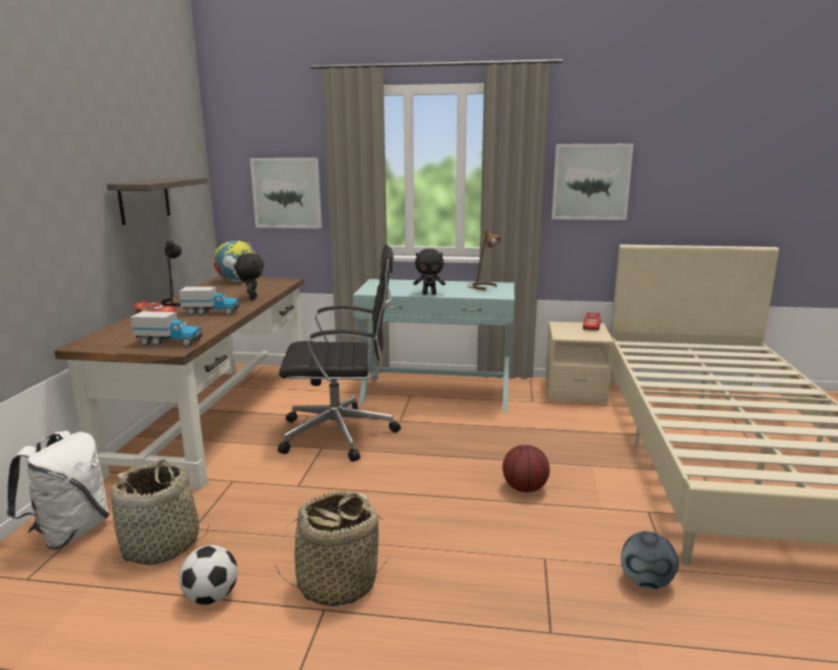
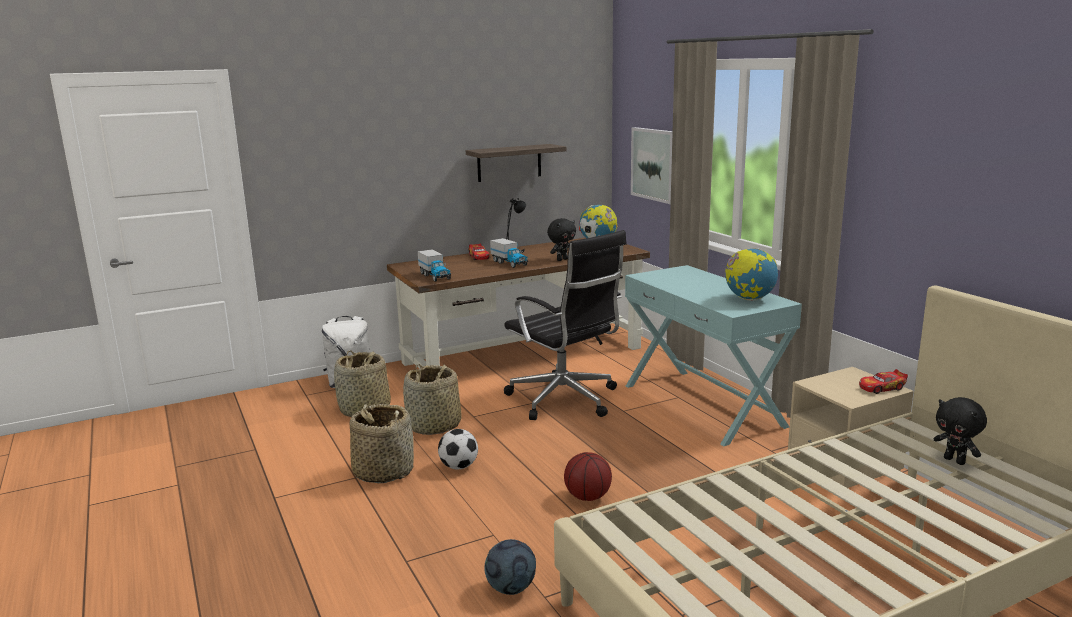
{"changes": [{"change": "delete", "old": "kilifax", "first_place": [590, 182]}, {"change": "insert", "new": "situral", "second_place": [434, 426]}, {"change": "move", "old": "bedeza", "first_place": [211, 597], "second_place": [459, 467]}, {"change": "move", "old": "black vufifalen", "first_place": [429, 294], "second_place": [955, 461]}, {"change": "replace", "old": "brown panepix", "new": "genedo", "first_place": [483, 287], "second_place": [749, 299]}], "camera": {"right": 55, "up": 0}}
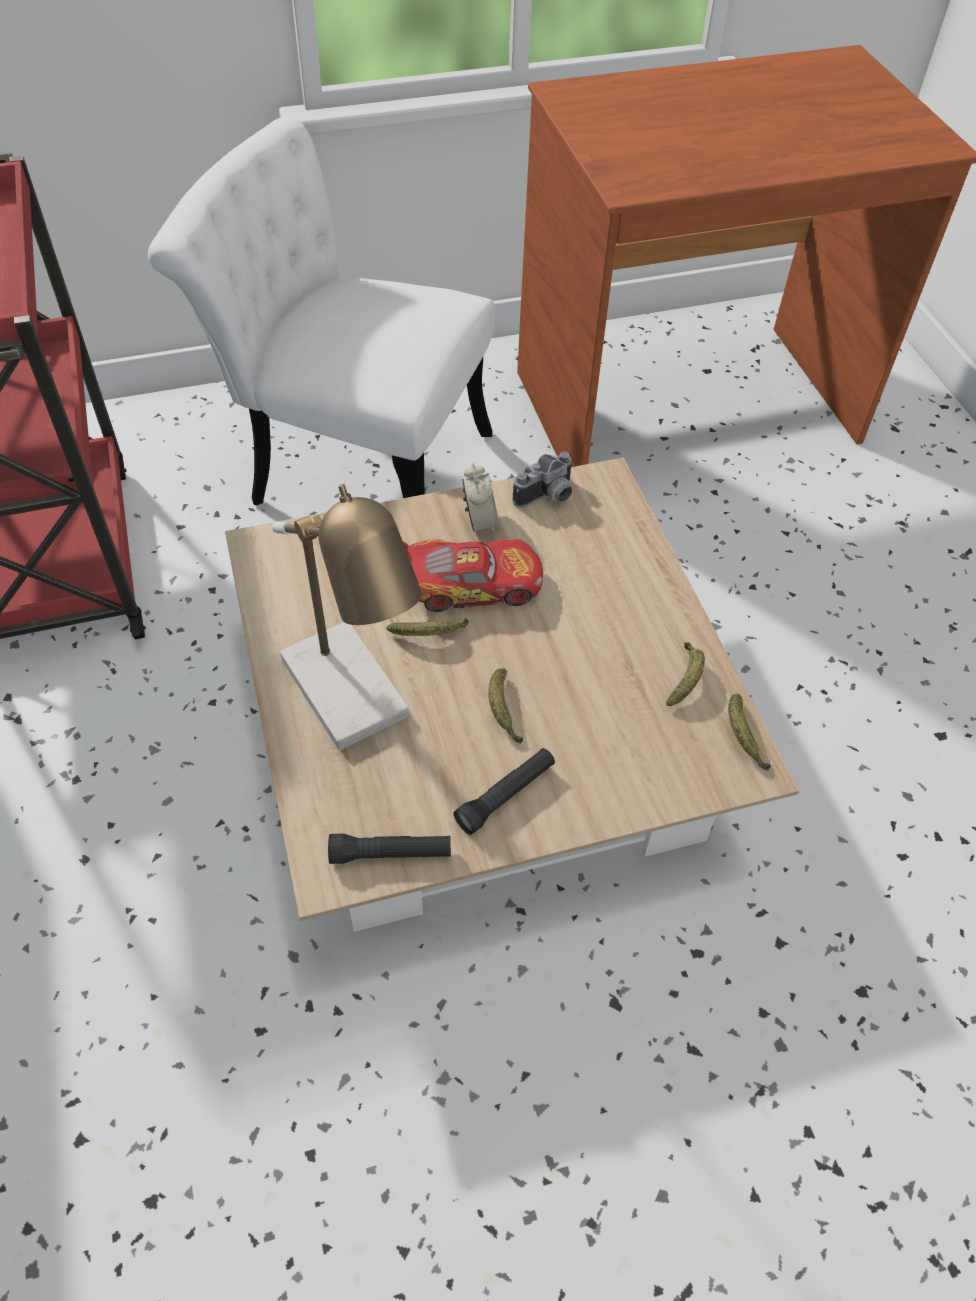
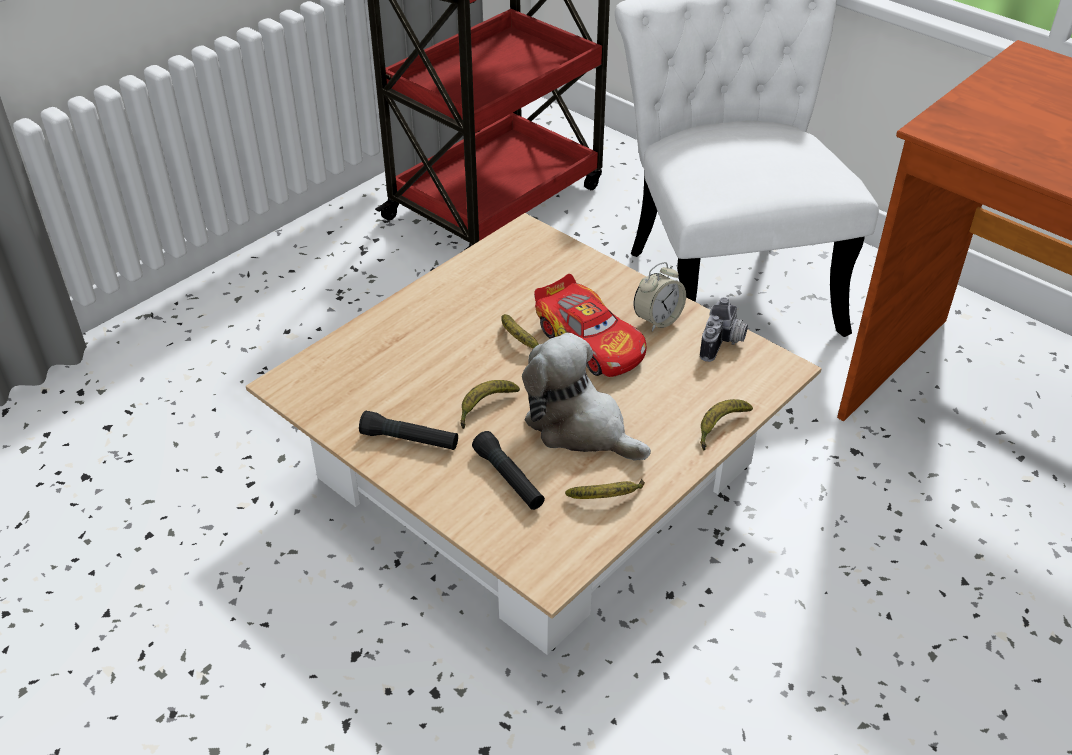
{"changes": [{"change": "delete", "old": "panepix", "first_place": [356, 701]}, {"change": "insert", "new": "vufifalen", "second_place": [580, 427]}, {"change": "move", "old": "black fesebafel", "first_place": [391, 854], "second_place": [509, 479]}, {"change": "move", "old": "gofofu", "first_place": [742, 736], "second_place": [720, 427]}, {"change": "rotate", "old": "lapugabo", "first_place": [547, 497], "second_place": [724, 343], "degrees": -90}], "camera": {"right": 60, "up": -10}}
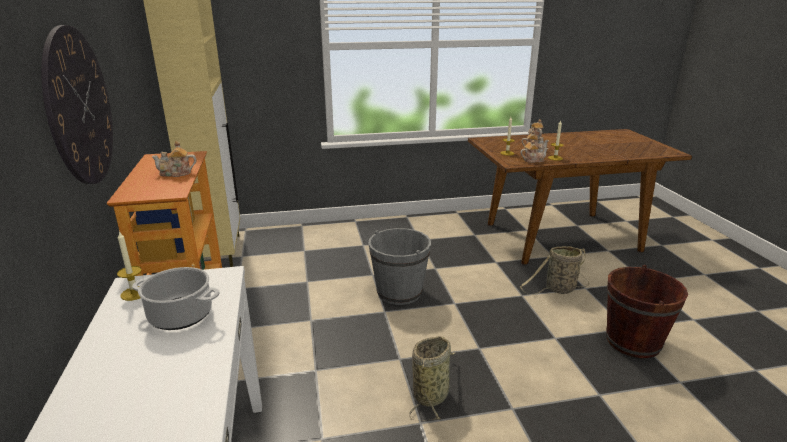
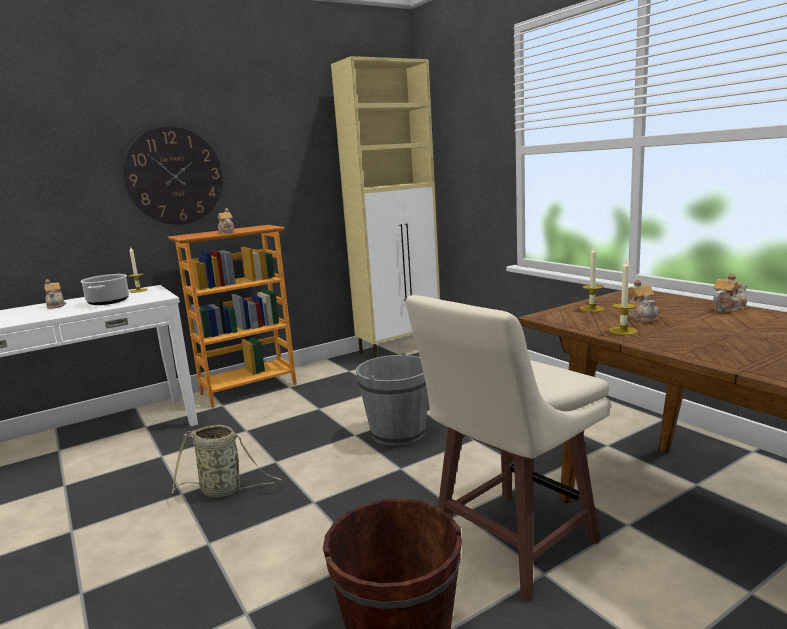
{"changes": [{"change": "move", "old": "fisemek", "first_place": [533, 160], "second_place": [56, 305]}, {"change": "replace", "old": "situral", "new": "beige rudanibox", "first_place": [558, 289], "second_place": [511, 544]}], "camera": {"right": 70, "up": -10}}
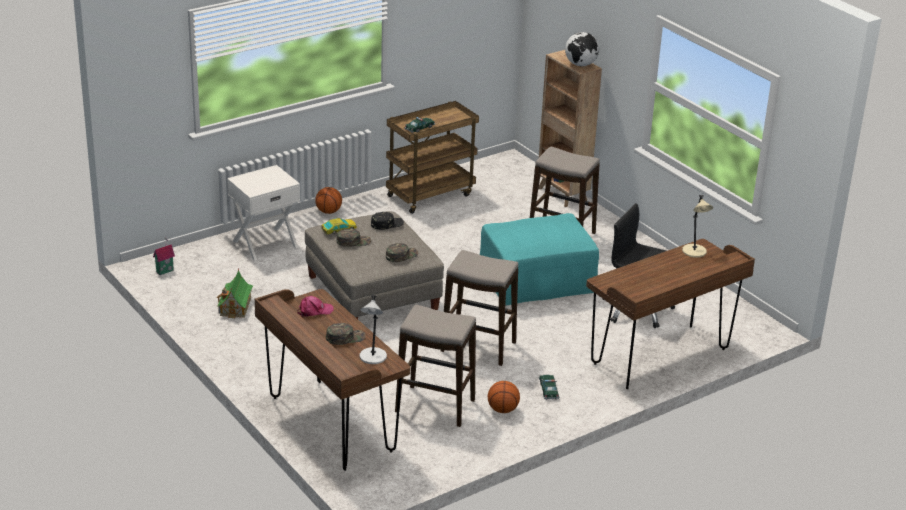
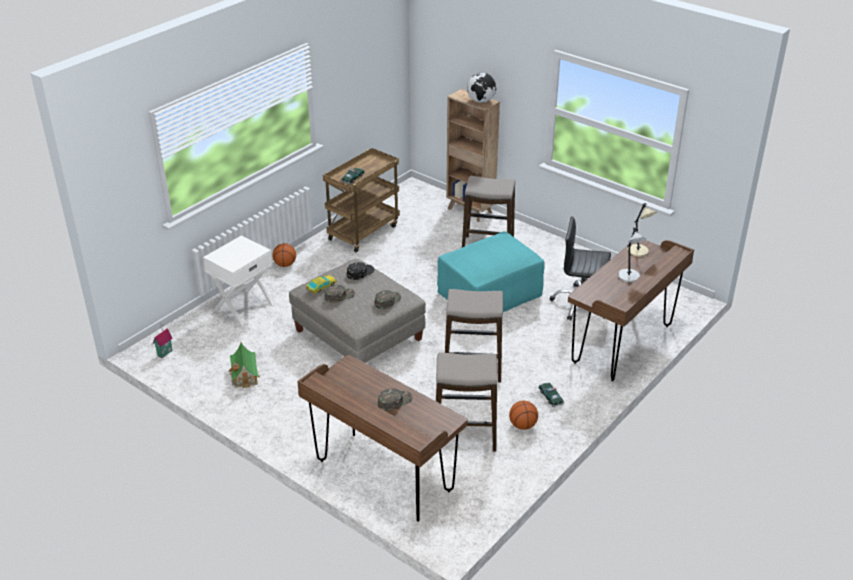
{"changes": [{"change": "delete", "old": "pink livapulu", "first_place": [314, 311]}, {"change": "move", "old": "grey panepix", "first_place": [373, 357], "second_place": [629, 276]}], "camera": {"right": -15, "up": 5}}
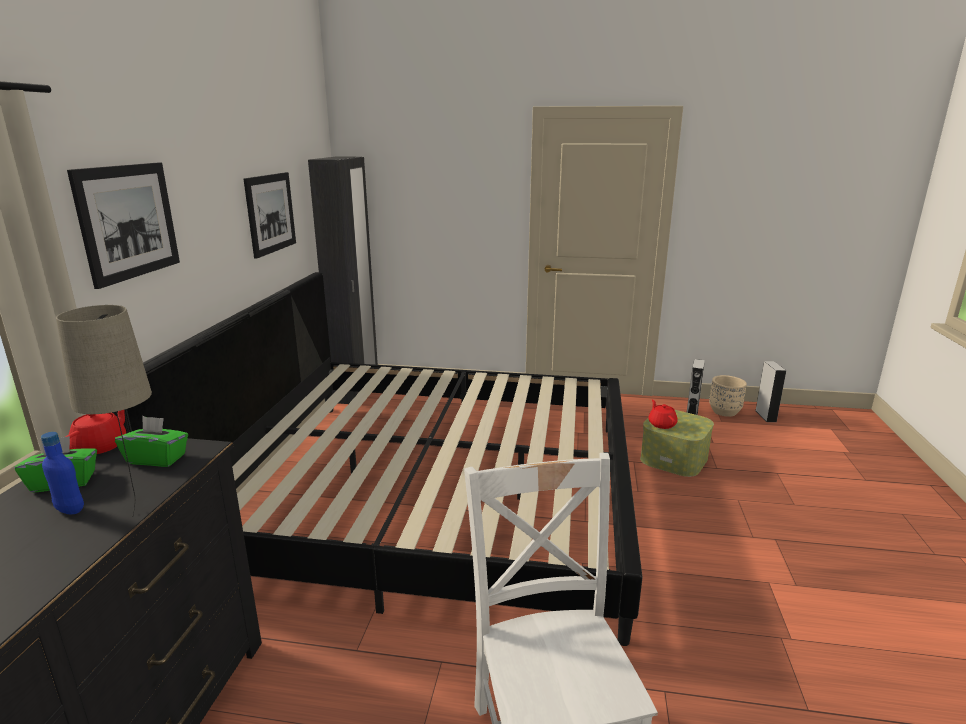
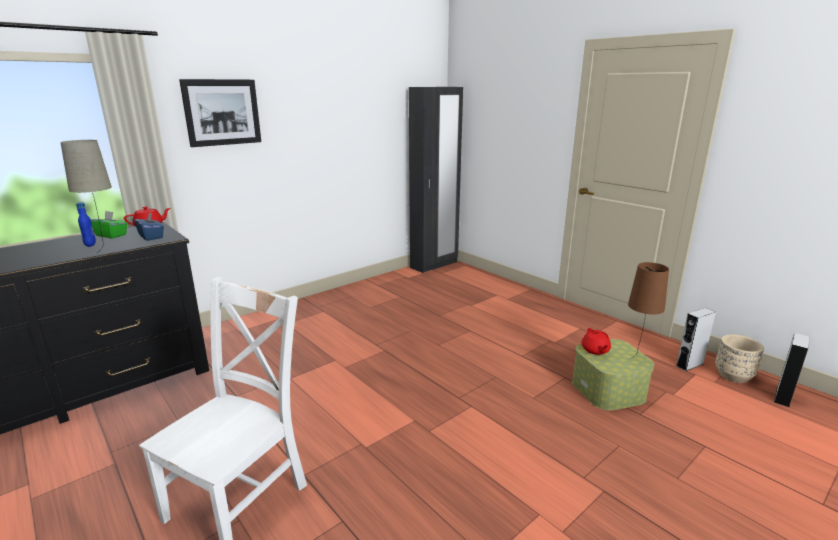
{"changes": [{"change": "delete", "old": "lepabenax", "first_place": [432, 492]}, {"change": "delete", "old": "kilifax", "first_place": [270, 213]}, {"change": "insert", "new": "brown panepix", "second_place": [636, 359]}, {"change": "recolor", "old": "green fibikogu", "new": "blue fibikogu", "first_place": [157, 458], "second_place": [151, 237]}, {"change": "rotate", "old": "red fisemek", "first_place": [661, 424], "second_place": [595, 350], "degrees": 150}], "camera": {"right": 40, "up": 0}}
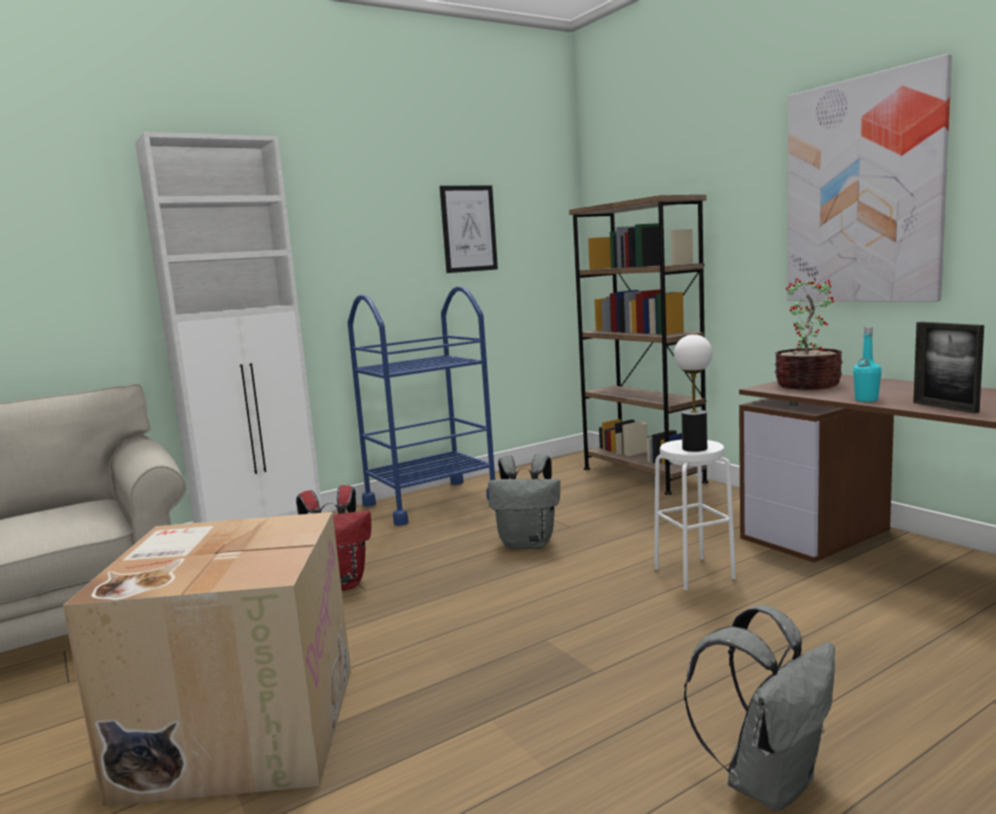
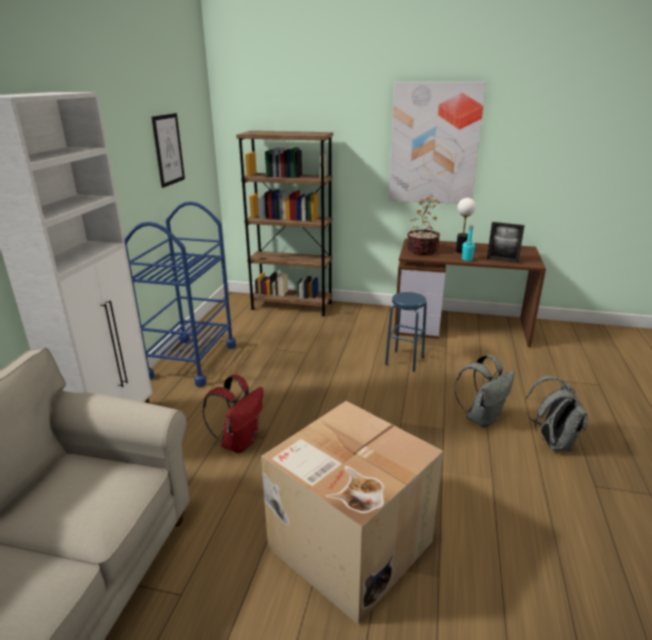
{"changes": [{"change": "move", "old": "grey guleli", "first_place": [528, 543], "second_place": [482, 418]}, {"change": "move", "old": "panepix", "first_place": [694, 448], "second_place": [461, 251]}, {"change": "recolor", "old": "white rudanibox", "new": "blue rudanibox", "first_place": [694, 573], "second_place": [404, 361]}], "camera": {"right": -45, "up": 15}}
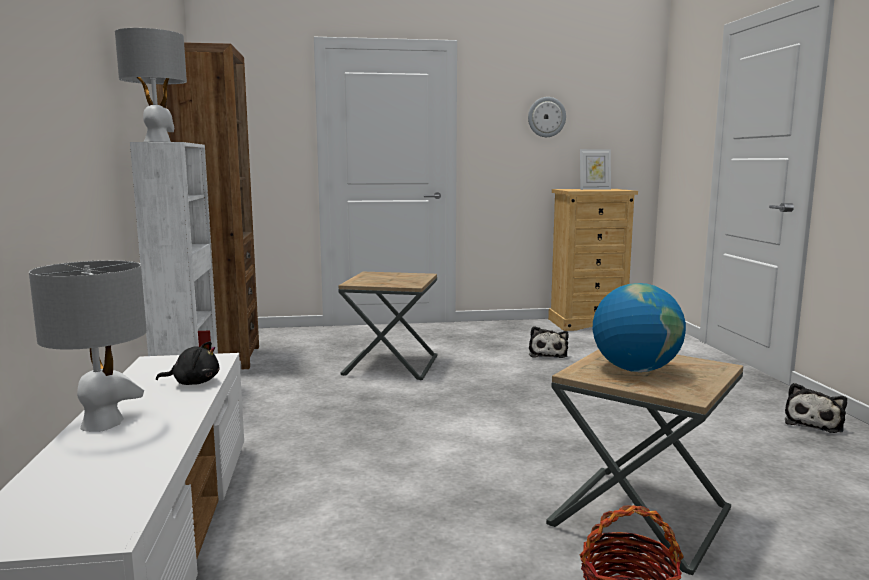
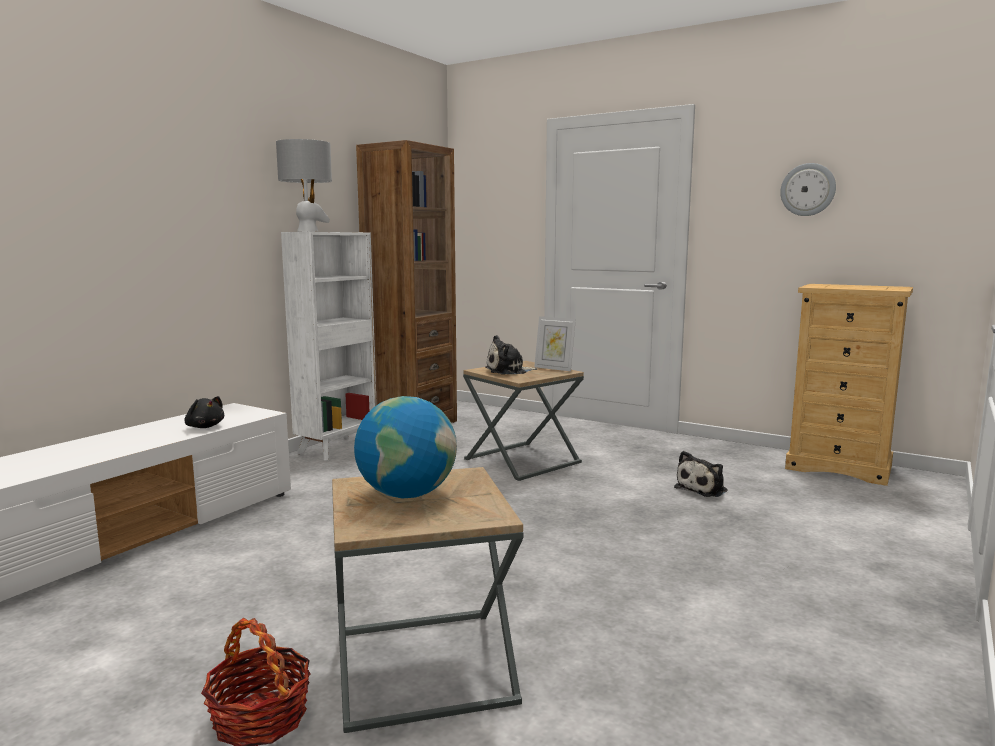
{"changes": [{"change": "delete", "old": "grey panepix", "first_place": [102, 423]}, {"change": "move", "old": "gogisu", "first_place": [594, 189], "second_place": [554, 368]}, {"change": "move", "old": "vufifalen", "first_place": [814, 423], "second_place": [508, 371]}], "camera": {"right": 40, "up": 0}}
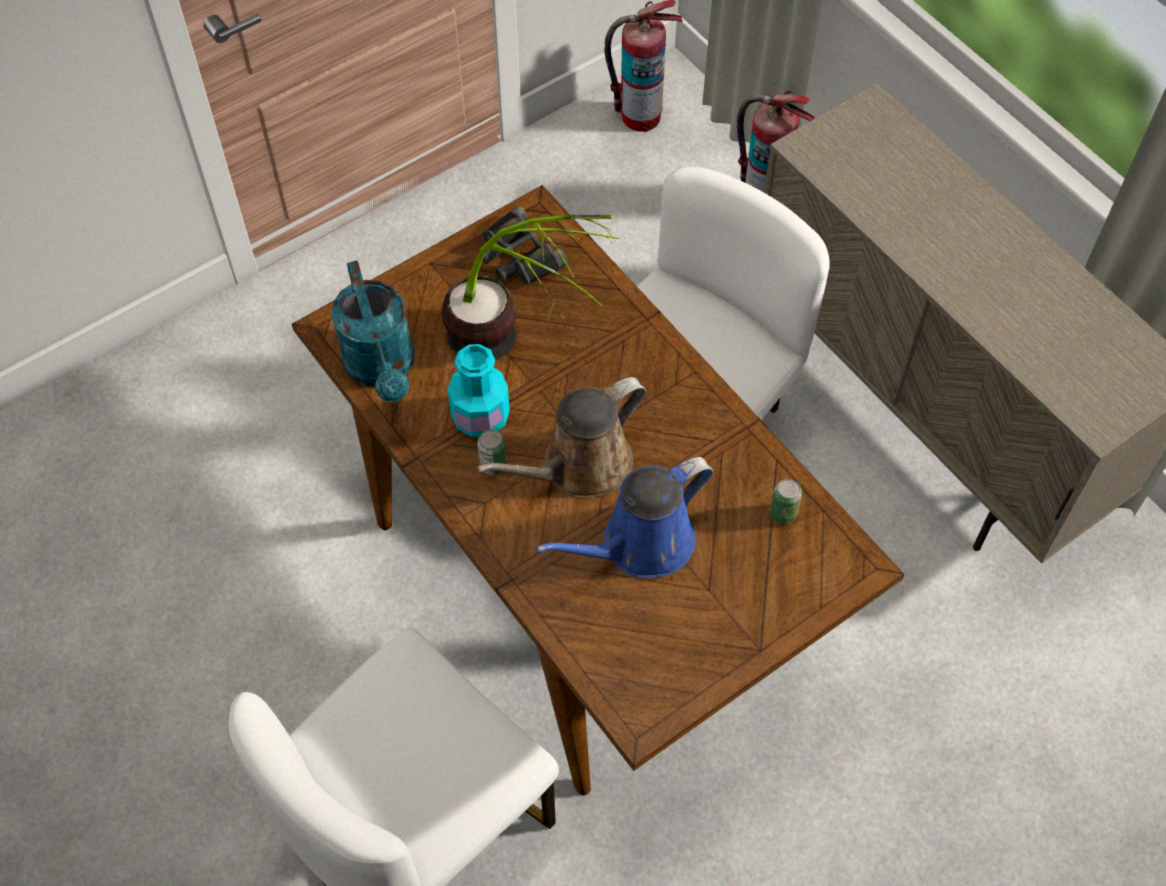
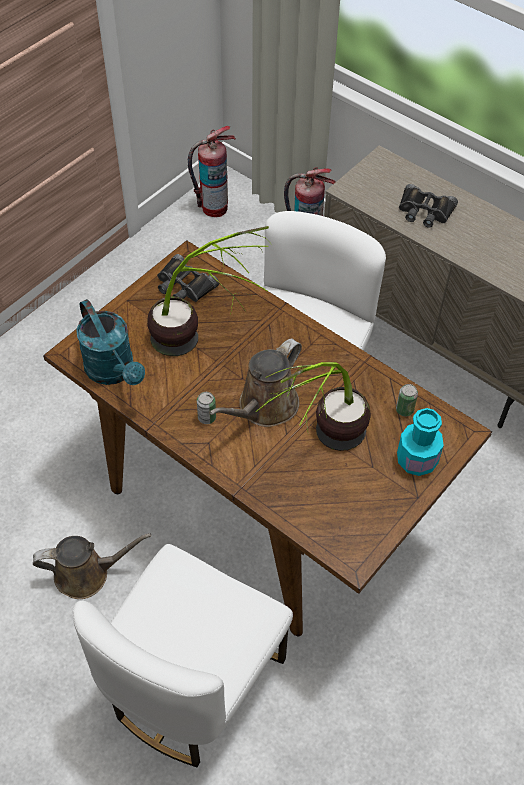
{"changes": [{"change": "insert", "new": "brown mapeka", "second_place": [87, 574]}, {"change": "insert", "new": "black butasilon", "second_place": [424, 211]}, {"change": "move", "old": "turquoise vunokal", "first_place": [480, 416], "second_place": [416, 460]}, {"change": "replace", "old": "blue mapeka", "new": "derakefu", "first_place": [640, 544], "second_place": [319, 447]}], "camera": {"right": -15, "up": -5}}
